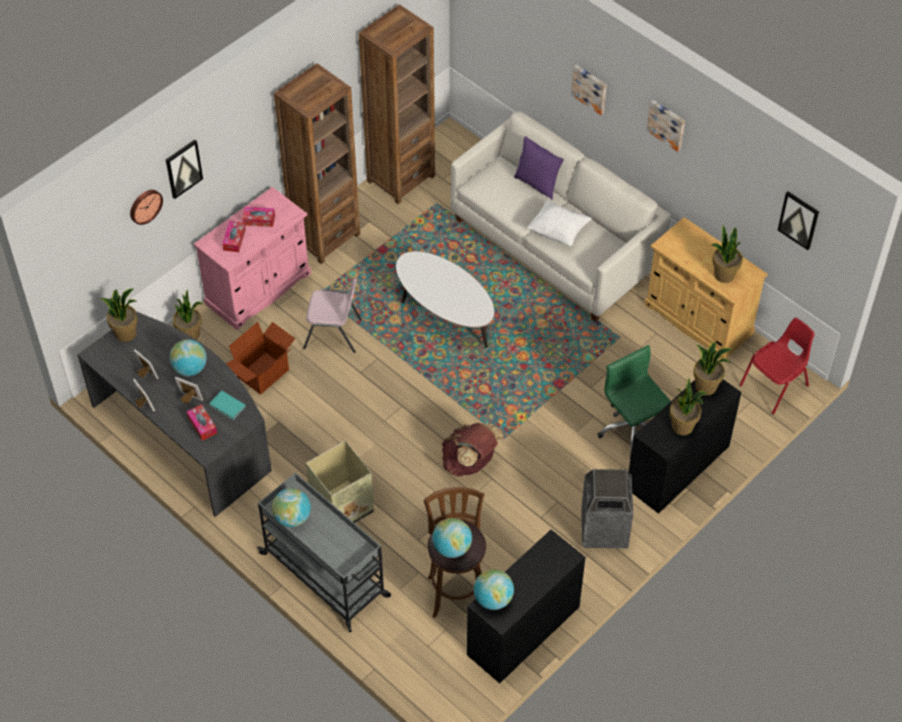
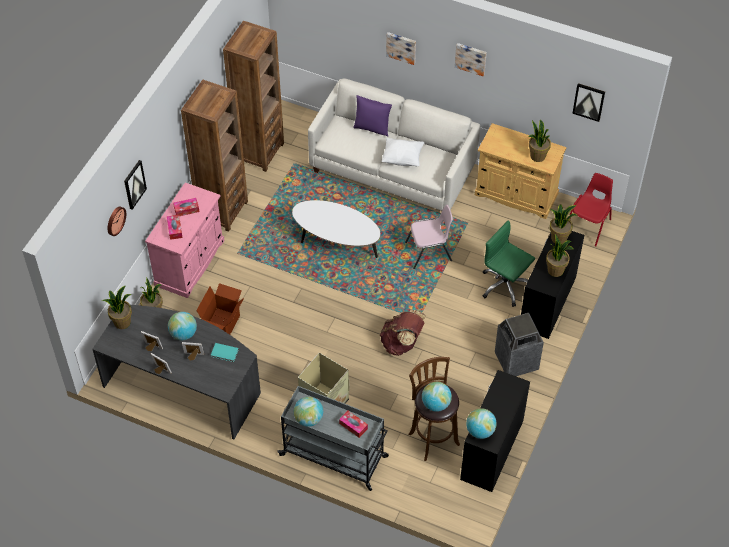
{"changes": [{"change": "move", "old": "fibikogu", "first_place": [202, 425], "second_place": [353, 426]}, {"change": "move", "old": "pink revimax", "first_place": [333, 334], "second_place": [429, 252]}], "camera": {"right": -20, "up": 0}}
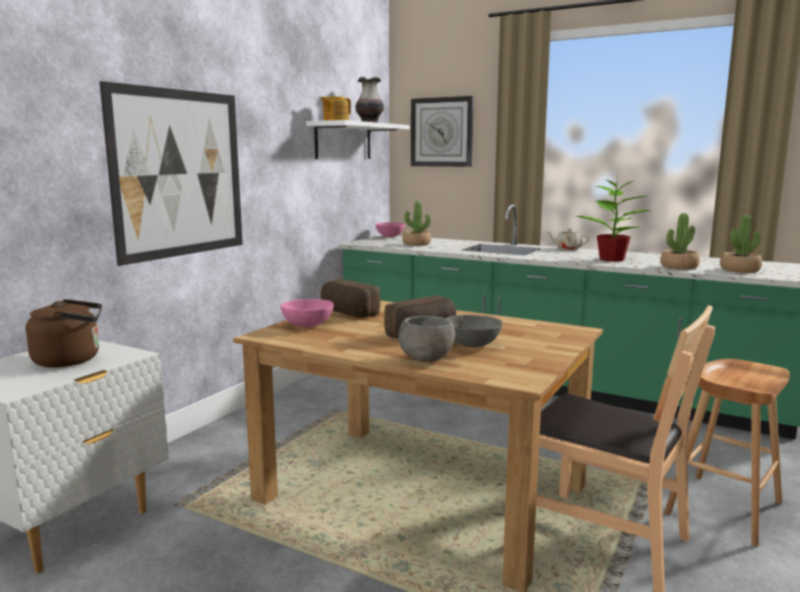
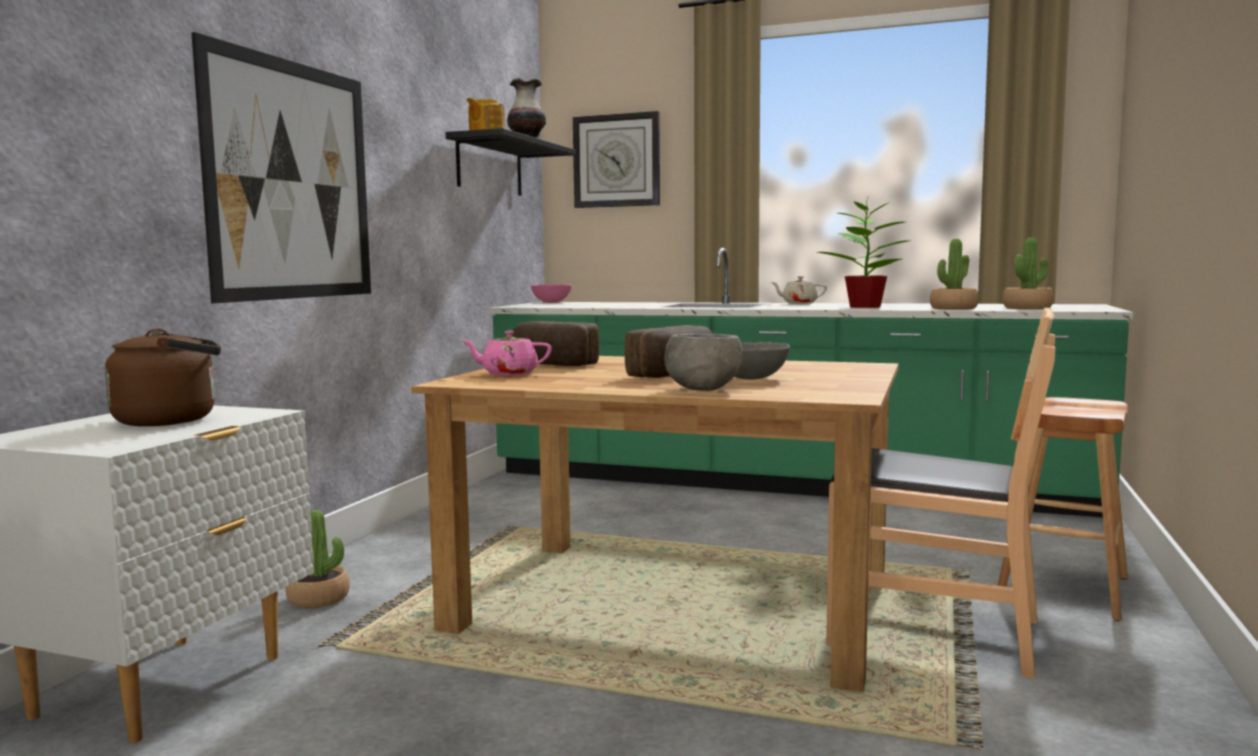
{"changes": [{"change": "move", "old": "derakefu", "first_place": [416, 244], "second_place": [318, 598]}, {"change": "replace", "old": "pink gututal", "new": "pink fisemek", "first_place": [308, 325], "second_place": [508, 374]}, {"change": "recolor", "old": "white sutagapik", "new": "black sutagapik", "first_place": [343, 141], "second_place": [490, 167]}], "camera": {"right": -10, "up": -5}}
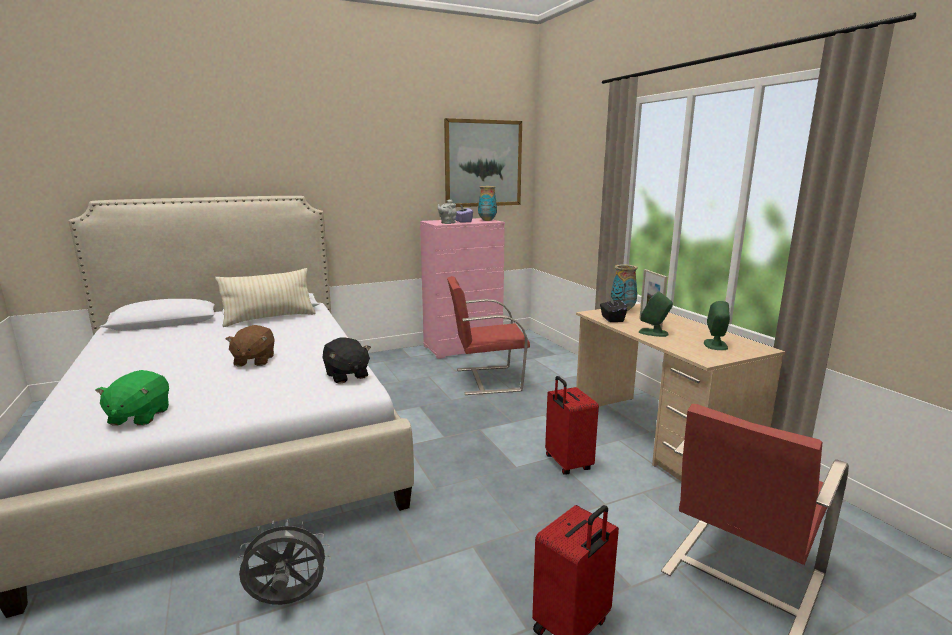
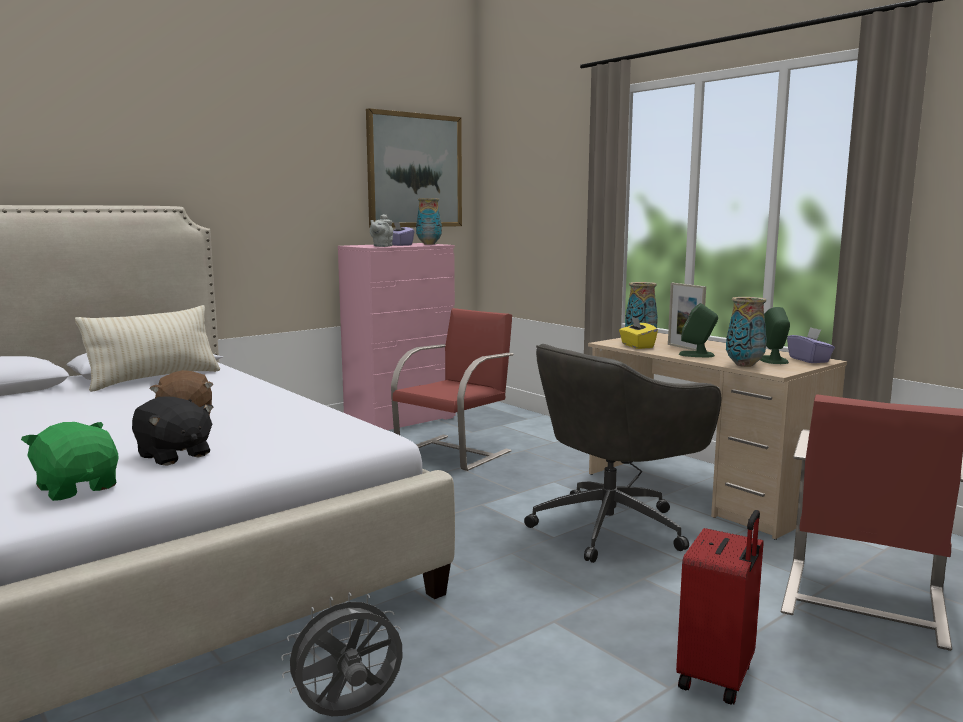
{"changes": [{"change": "insert", "new": "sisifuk", "second_place": [745, 365]}, {"change": "insert", "new": "purple fibikogu", "second_place": [809, 360]}, {"change": "move", "old": "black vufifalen", "first_place": [346, 375], "second_place": [173, 455]}, {"change": "replace", "old": "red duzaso", "new": "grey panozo", "first_place": [567, 464], "second_place": [613, 527]}, {"change": "recolor", "old": "black fibikogu", "new": "yellow fibikogu", "first_place": [612, 319], "second_place": [637, 346]}, {"change": "rotate", "old": "green vufifalen", "first_place": [139, 416], "second_place": [78, 488], "degrees": 150}, {"change": "rotate", "old": "red revimax", "first_place": [486, 379], "second_place": [455, 452], "degrees": 150}], "camera": {"right": -15, "up": -5}}
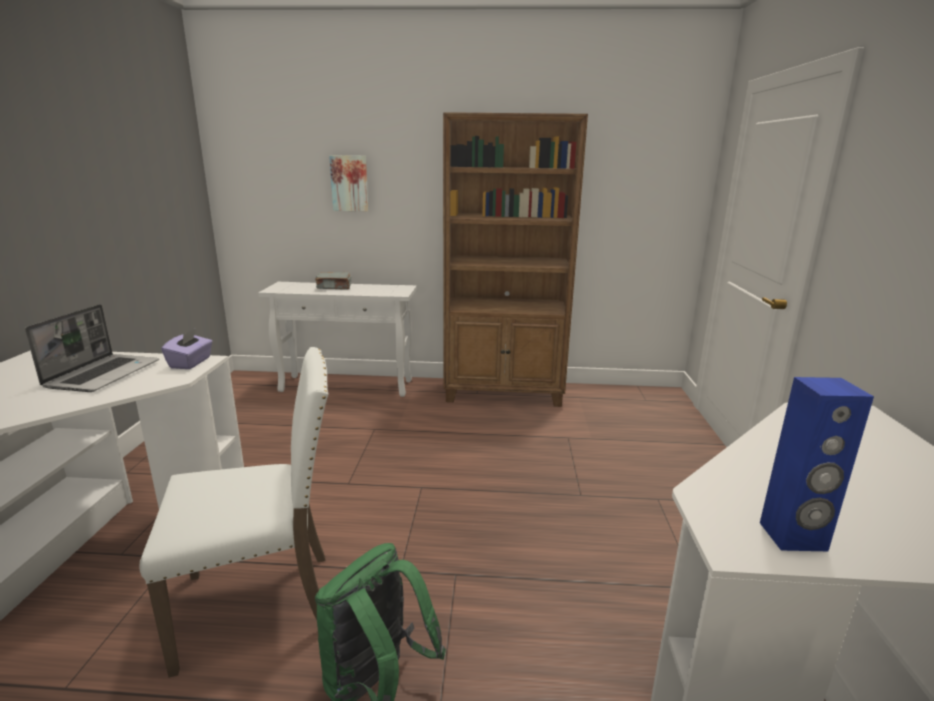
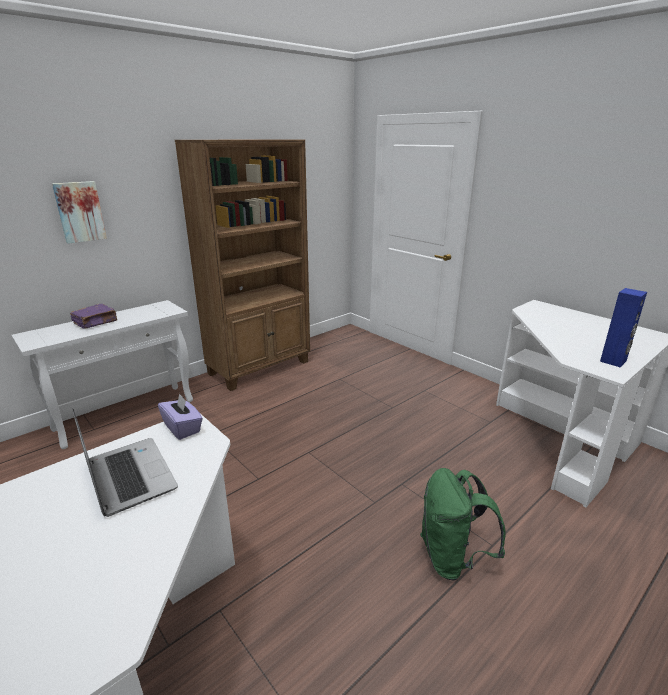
{"changes": [{"change": "delete", "old": "white revimax", "first_place": [262, 604]}, {"change": "recolor", "old": "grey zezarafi", "new": "purple zezarafi", "first_place": [334, 287], "second_place": [96, 322]}], "camera": {"right": -45, "up": 5}}
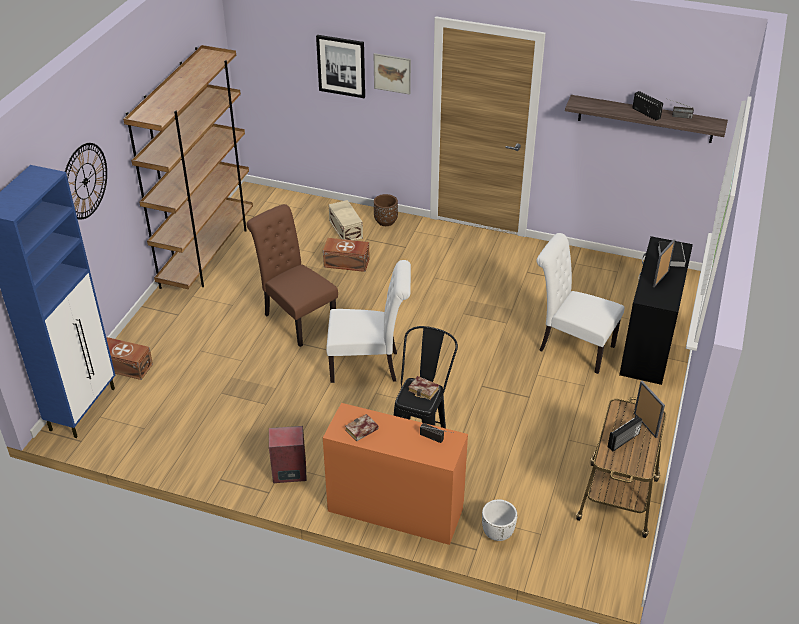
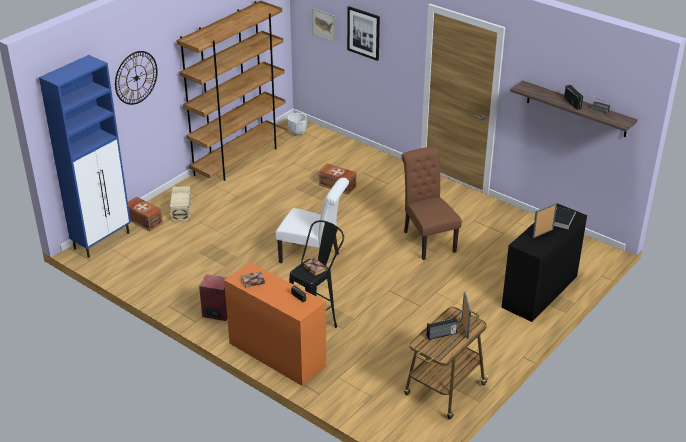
{"changes": [{"change": "delete", "old": "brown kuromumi", "first_place": [385, 221]}, {"change": "delete", "old": "white revimax", "first_place": [572, 347]}, {"change": "move", "old": "brown revimax", "first_place": [296, 318], "second_place": [427, 239]}, {"change": "move", "old": "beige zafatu", "first_place": [346, 229], "second_place": [182, 210]}, {"change": "move", "old": "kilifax", "first_place": [392, 73], "second_place": [324, 25]}, {"change": "move", "old": "white kuromumi", "first_place": [498, 533], "second_place": [297, 133]}], "camera": {"right": 20, "up": -5}}
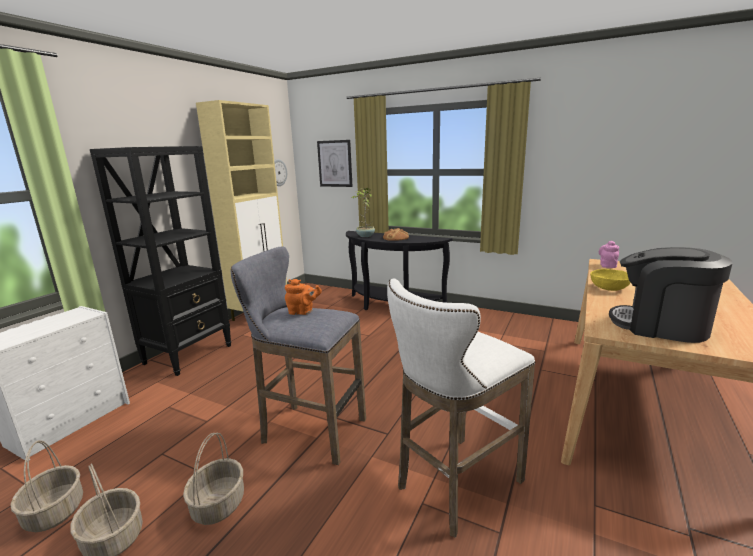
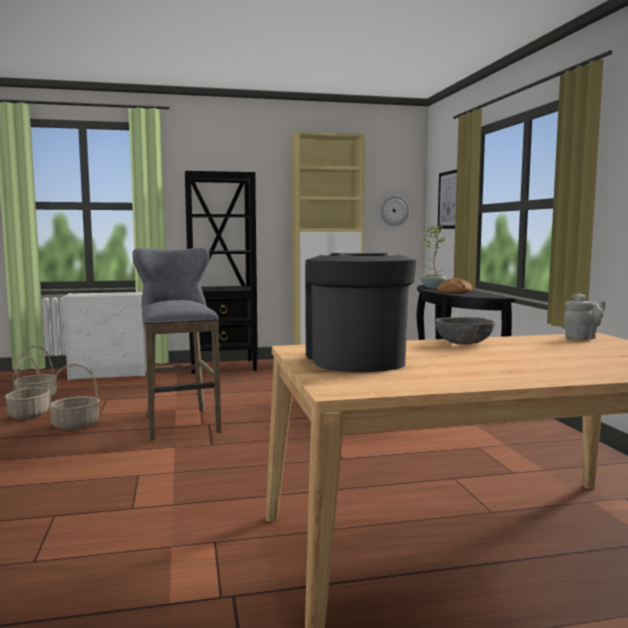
{"changes": [{"change": "delete", "old": "orange fisemek", "first_place": [302, 312]}, {"change": "delete", "old": "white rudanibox", "first_place": [455, 486]}, {"change": "recolor", "old": "yellow gututal", "new": "grey gututal", "first_place": [609, 288], "second_place": [464, 343]}, {"change": "recolor", "old": "pink fisemek", "new": "grey fisemek", "first_place": [607, 265], "second_place": [582, 338]}], "camera": {"right": 50, "up": -10}}
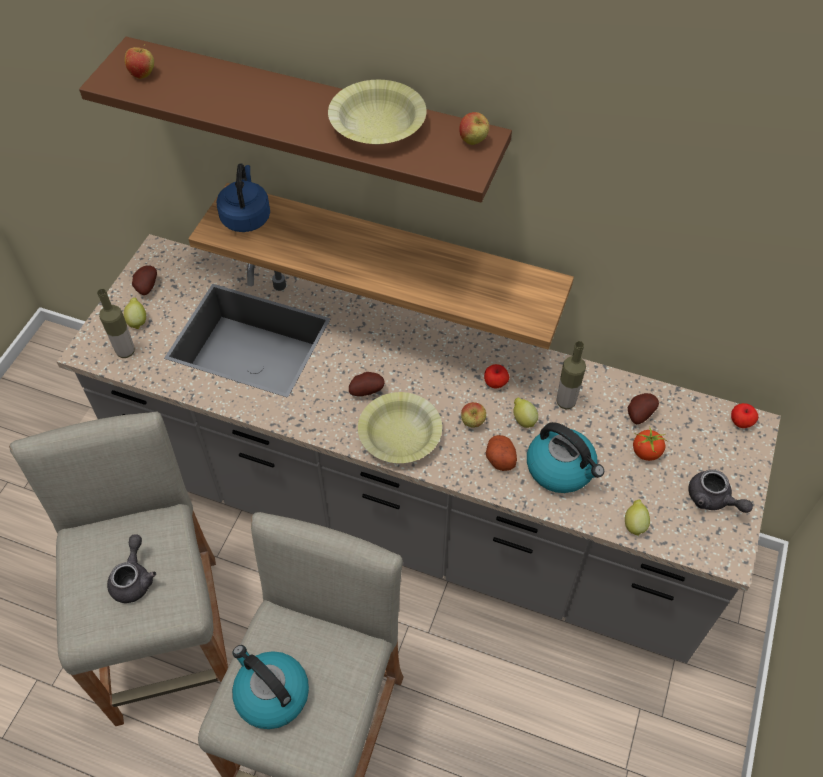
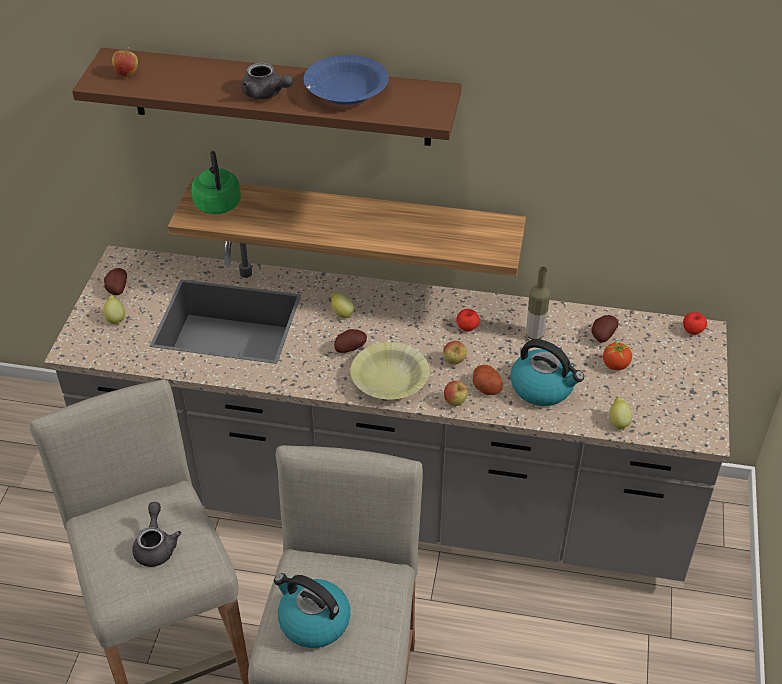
{"changes": [{"change": "delete", "old": "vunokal", "first_place": [125, 351]}, {"change": "move", "old": "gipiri", "first_place": [473, 141], "second_place": [455, 402]}, {"change": "move", "old": "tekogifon", "first_place": [523, 420], "second_place": [341, 313]}, {"change": "move", "old": "grey fisemek", "first_place": [713, 499], "second_place": [266, 94]}, {"change": "recolor", "old": "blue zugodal", "new": "green zugodal", "first_place": [246, 216], "second_place": [217, 202]}, {"change": "recolor", "old": "yellow gututal", "new": "blue gututal", "first_place": [377, 125], "second_place": [346, 91]}], "camera": {"right": -10, "up": -10}}
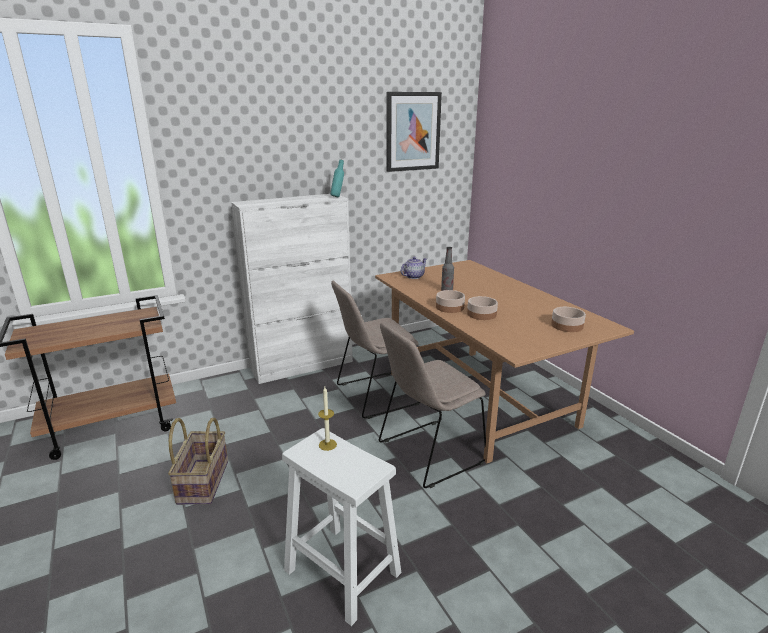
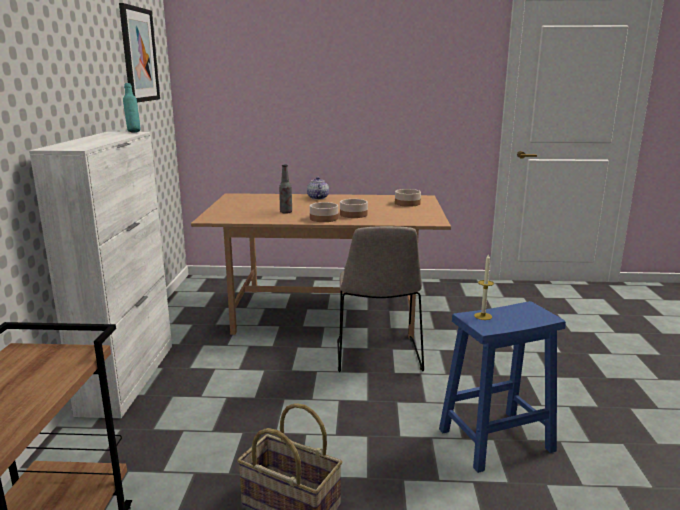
{"changes": [{"change": "delete", "old": "beige revimax", "first_place": [375, 395]}, {"change": "move", "old": "fisemek", "first_place": [413, 276], "second_place": [317, 198]}, {"change": "recolor", "old": "white rudanibox", "new": "blue rudanibox", "first_place": [344, 573], "second_place": [497, 439]}], "camera": {"right": -60, "up": -5}}
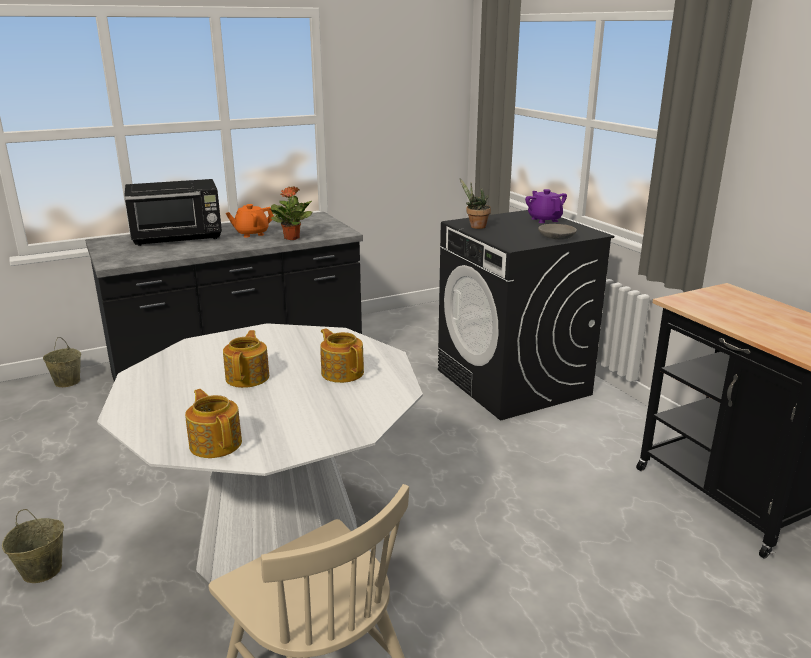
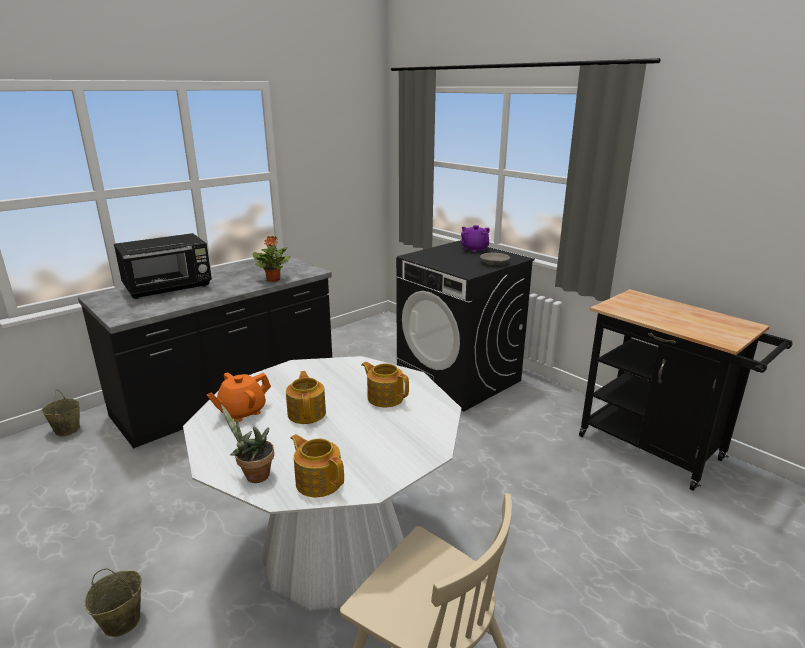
{"changes": [{"change": "move", "old": "orange fisemek", "first_place": [251, 234], "second_place": [242, 412]}, {"change": "move", "old": "derakefu", "first_place": [475, 226], "second_place": [254, 475]}], "camera": {"right": -15, "up": 0}}
